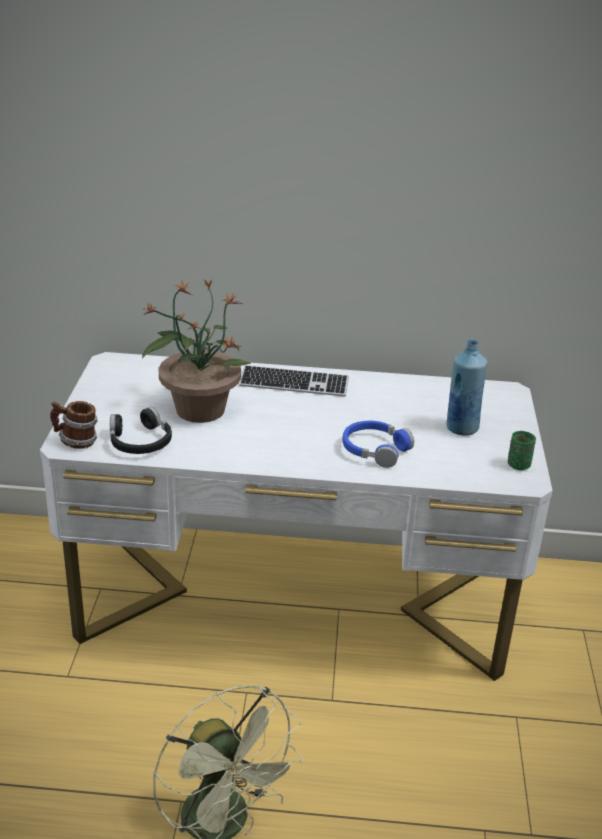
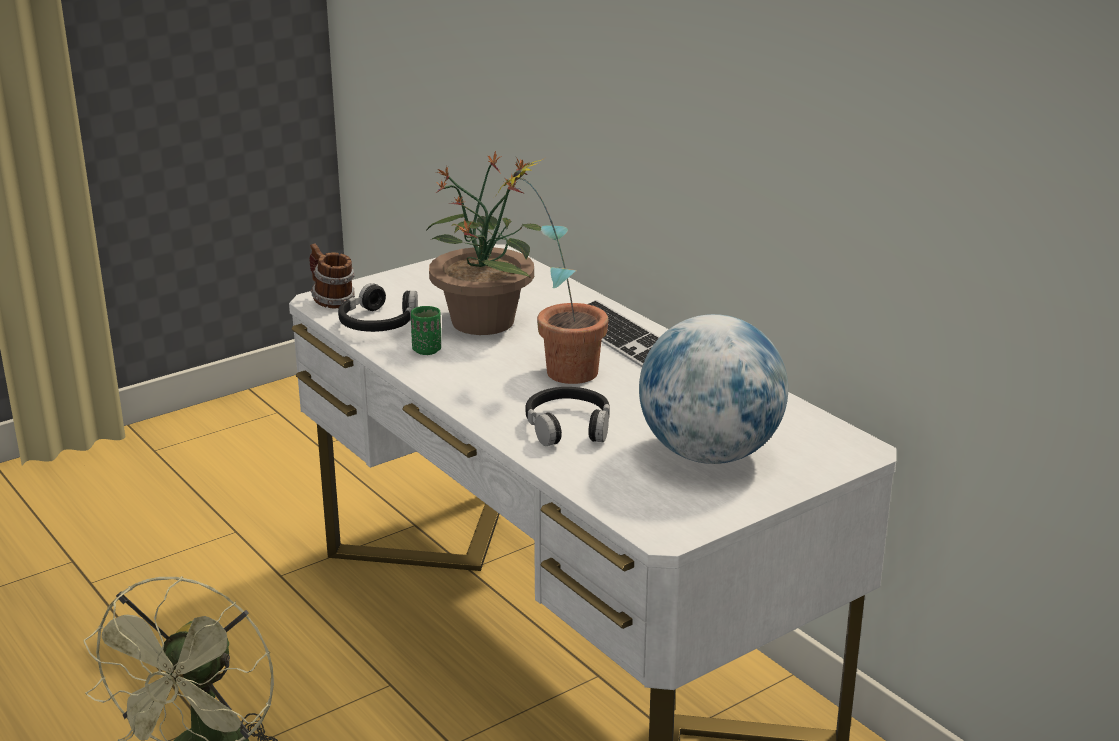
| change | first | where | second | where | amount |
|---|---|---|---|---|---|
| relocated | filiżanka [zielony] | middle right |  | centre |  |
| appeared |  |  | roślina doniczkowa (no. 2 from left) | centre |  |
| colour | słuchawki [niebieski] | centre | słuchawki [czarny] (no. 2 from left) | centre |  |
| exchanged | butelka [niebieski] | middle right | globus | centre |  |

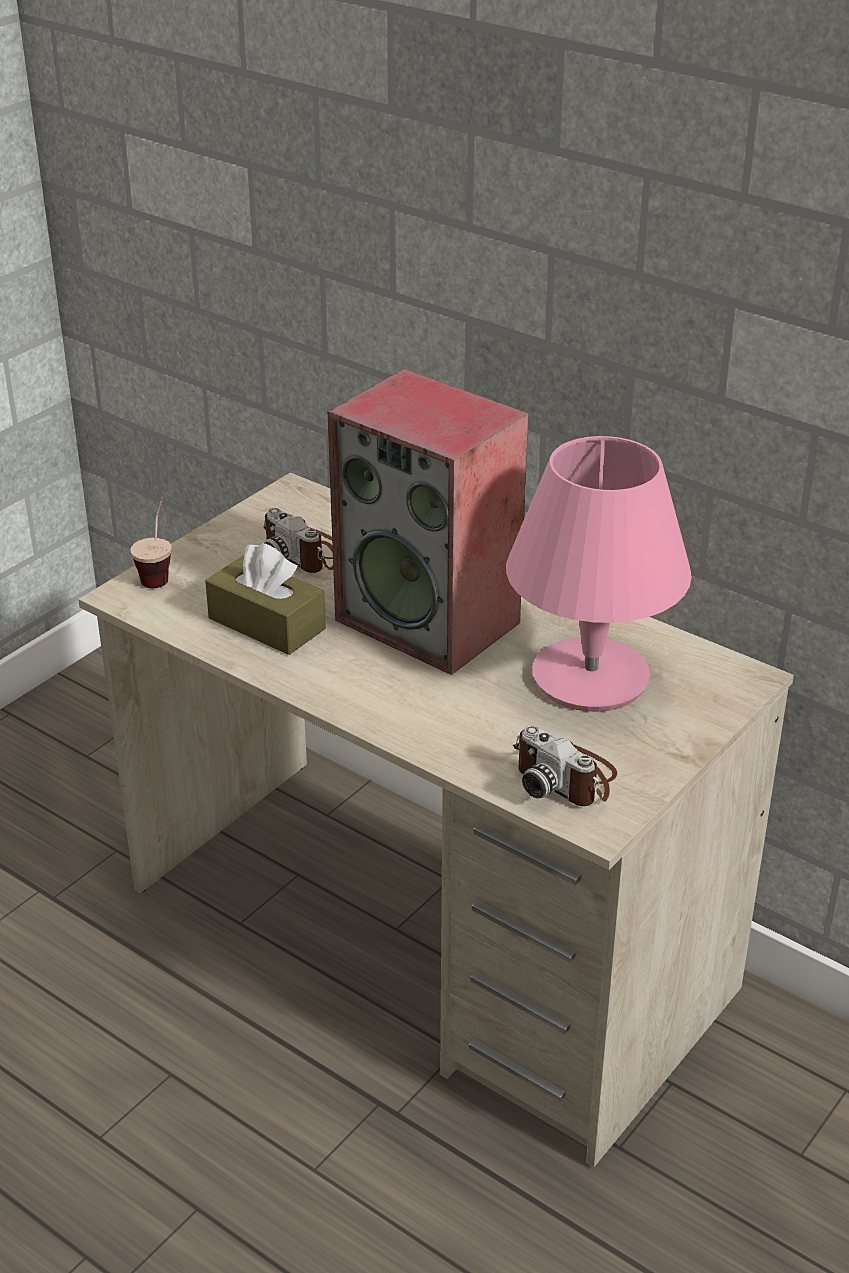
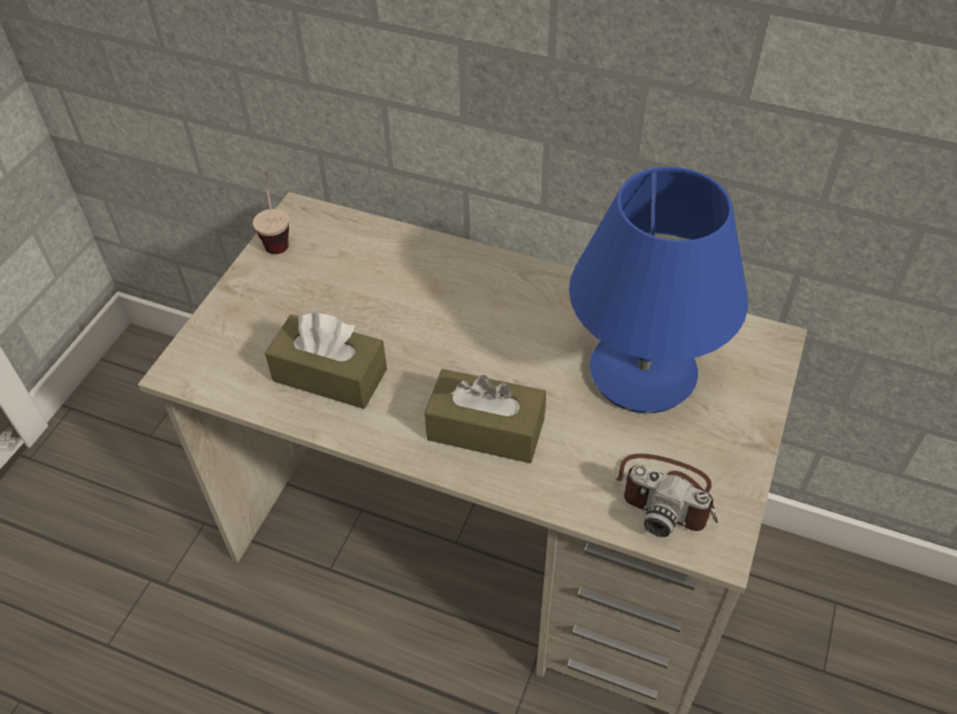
| change | first | where | second | where | amount |
|---|---|---|---|---|---|
| relocated | filiżanka | middle left |  | top left |  |
| appeared |  |  | pudełko chusteczek [brązowy] (no. 2 from left) | centre |  |
| colour | lampa stołowa [różowy] | middle right | lampa stołowa [niebieski] | middle right |  |
| missing | aparat fotograficzny (no. 1 from left) | centre |  |  |  |
| missing | głośnik | centre |  |  |  |

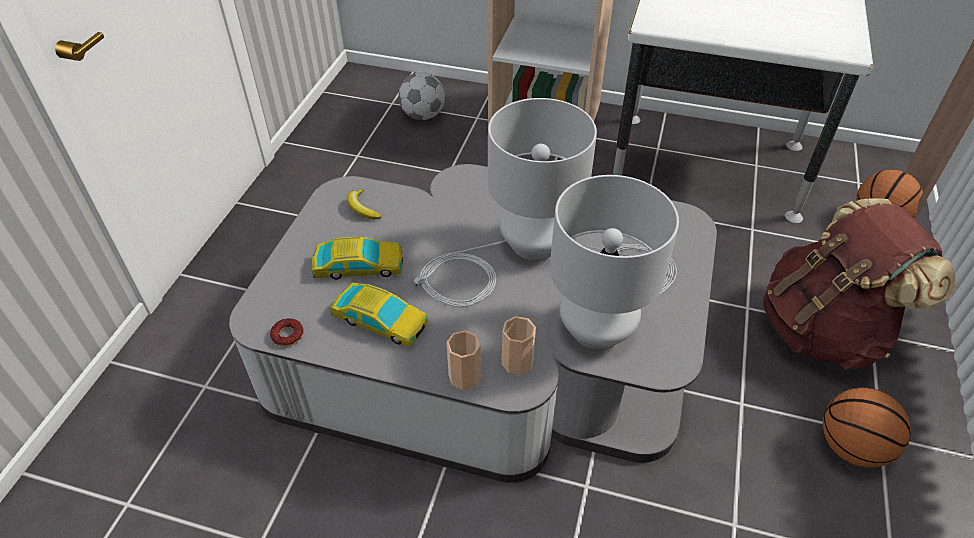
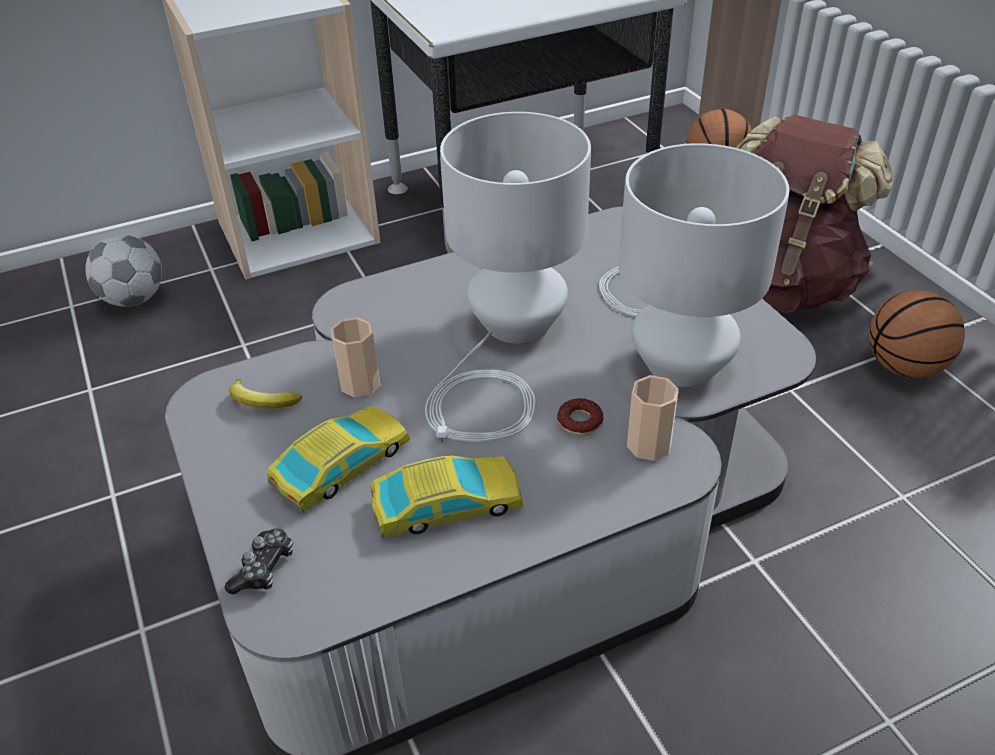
| change | first | where | second | where | amount |
|---|---|---|---|---|---|
| appeared |  |  | pad do gier | bottom left |  |
| relocated | filiżanka (no. 1 from left) | bottom centre |  | centre |  |
| relocated | donut | middle left |  | centre |  |

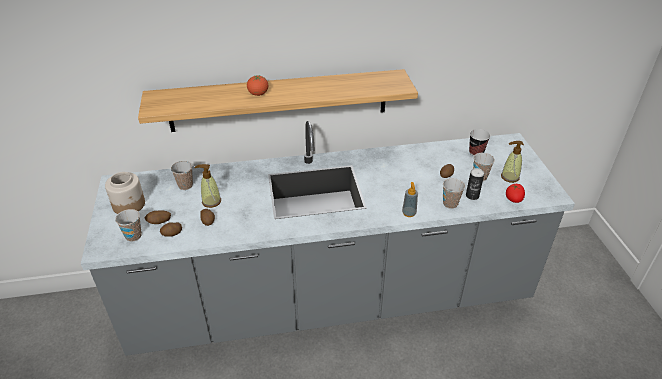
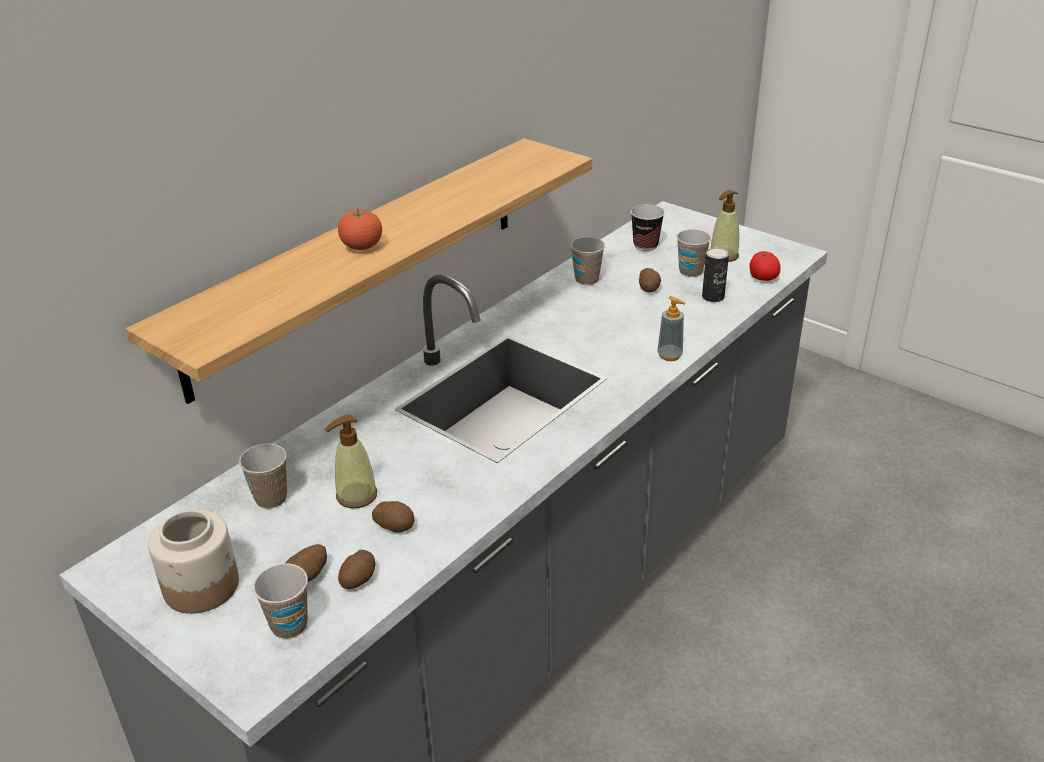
| change | first | where | second | where | amount |
|---|---|---|---|---|---|
| relocated | filiżanka (no. 3 from left) | middle right |  | centre |  |

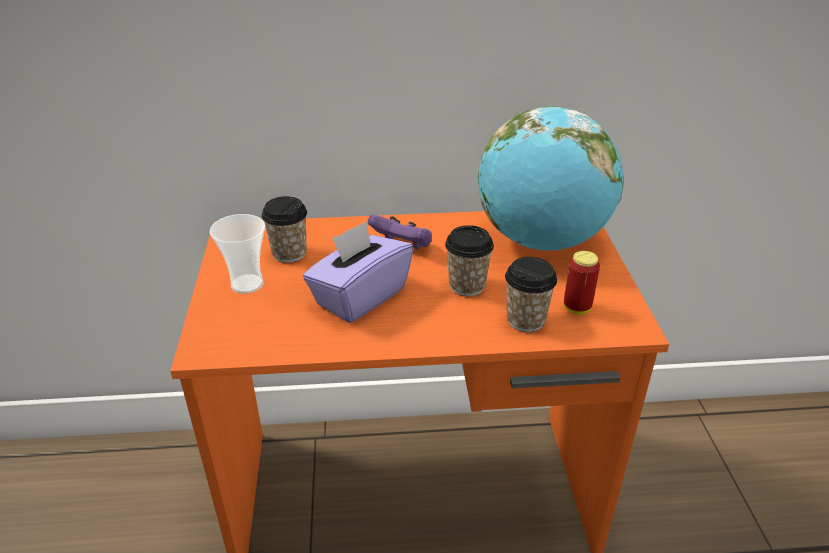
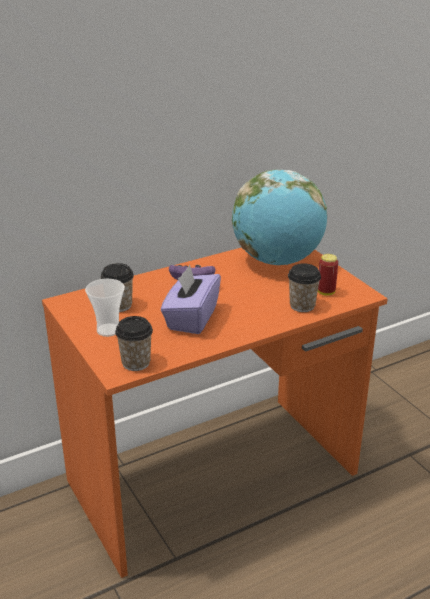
| change | first | where | second | where | amount |
|---|---|---|---|---|---|
| relocated | filiżanka (no. 3 from left) | centre |  | middle left |  |

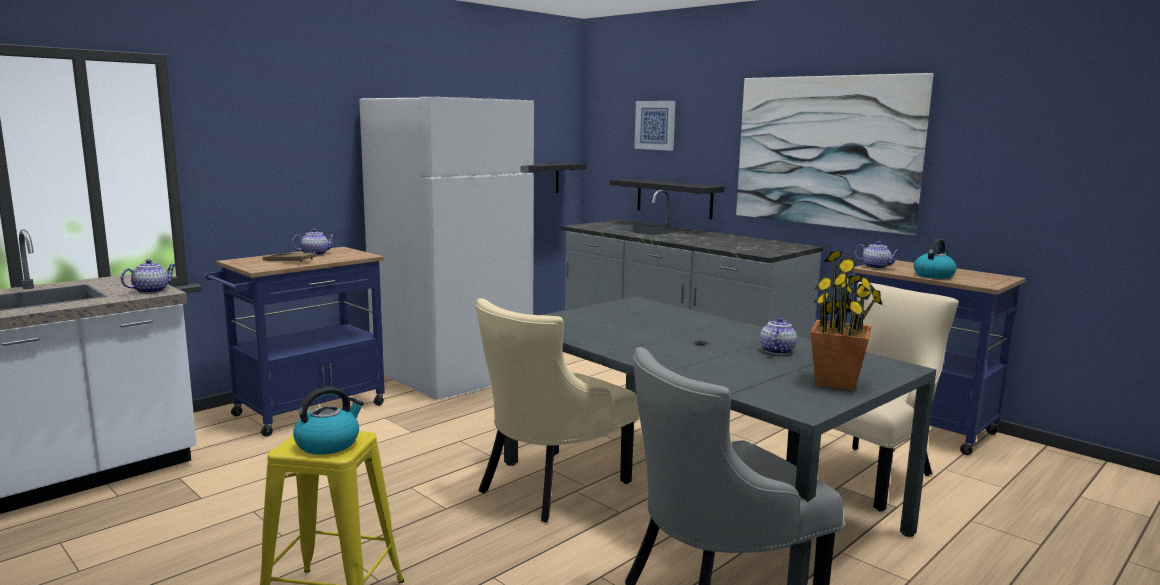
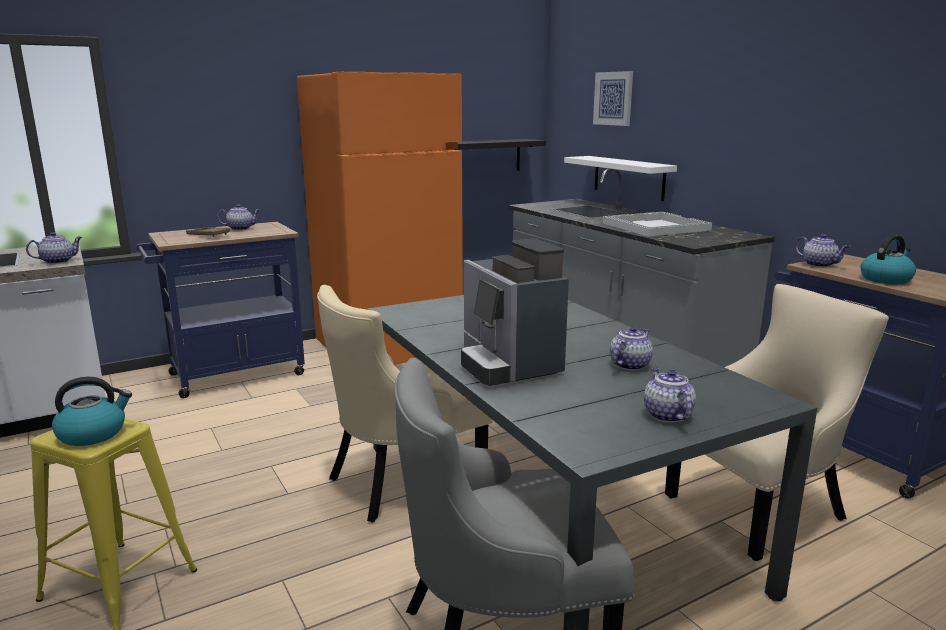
| change | first | where | second | where | amount |
|---|---|---|---|---|---|
| colour | lodówka [biały] | centre | lodówka [pomarańczowy] | centre |  |
| appeared |  |  | ekspres do kawy | centre |  |
| colour | półka [czarny] (no. 2 from left) | centre | półka [biały] | top centre |  |
| appeared |  |  | taca [biały] | middle right |  |
| exchanged | roślina doniczkowa | middle right | imbryk (no. 4 from left) | middle right |  |
| missing | obraz (no. 2 from left) | top right |  |  |  |

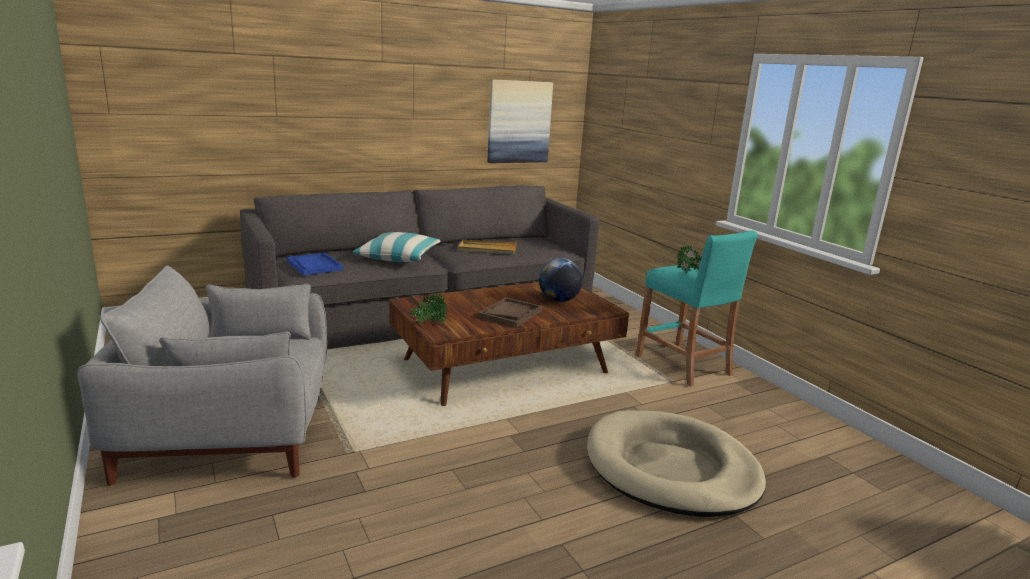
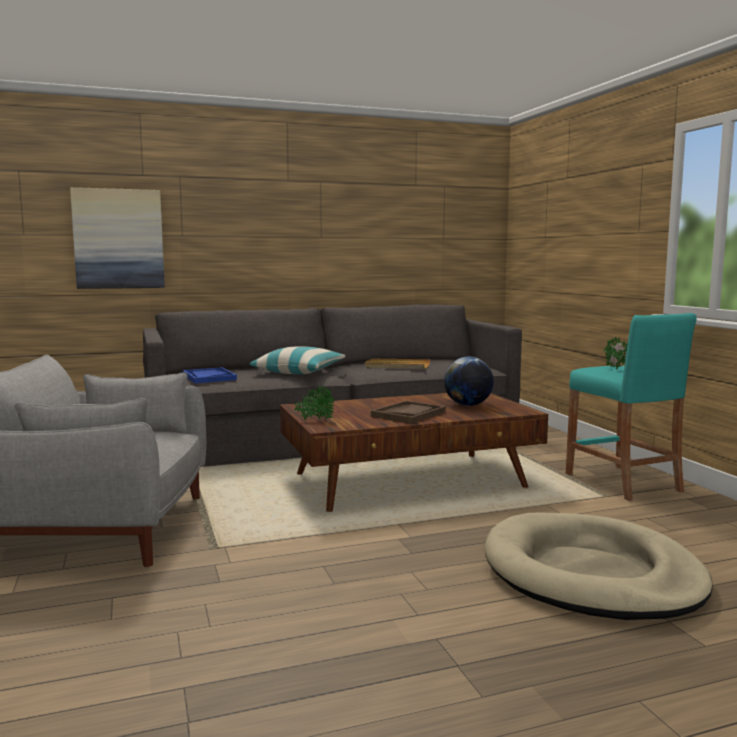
| change | first | where | second | where | amount |
|---|---|---|---|---|---|
| relocated | obraz | top centre |  | top left |  |

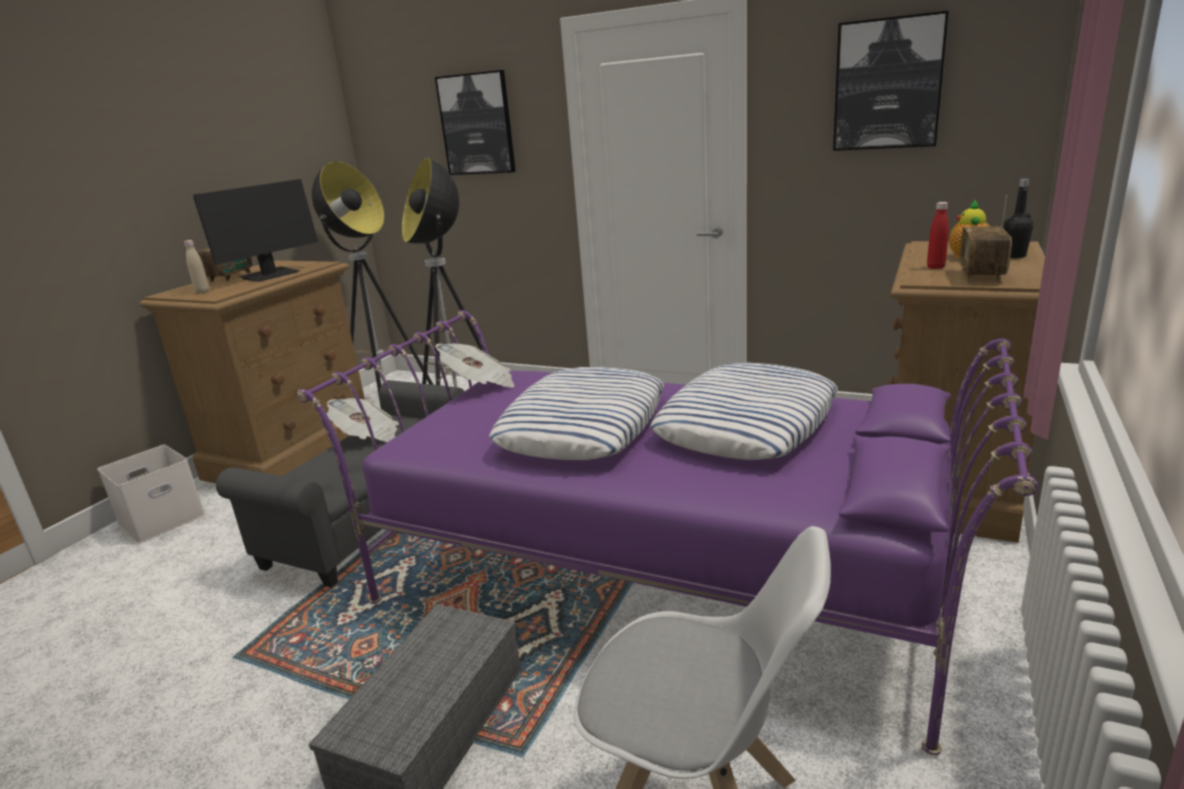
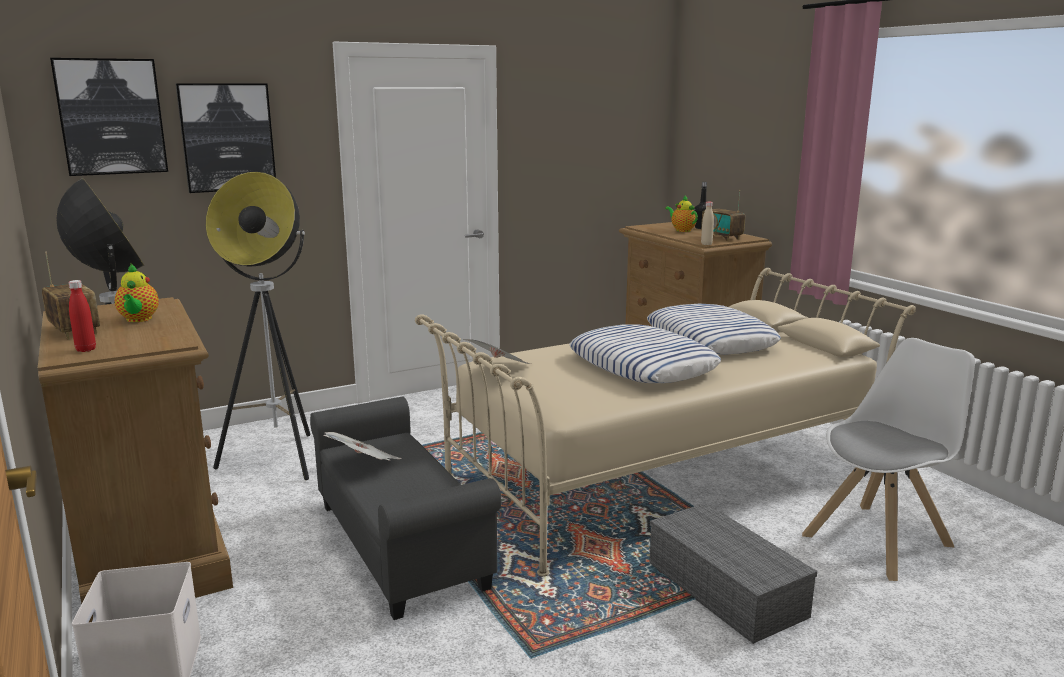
| change | first | where | second | where | amount |
|---|---|---|---|---|---|
| relocated | obraz (no. 2 from left in the first image) | top right | obraz (no. 1 from left) | top left |  |
| relocated | butelka [czerwony] | top right |  | middle left |  |
| exchanged | monitor | top left | imbryk (no. 1 from left) | middle left |  |
| colour | łóżko [fioletowy] | bottom centre | łóżko [beżowy] | centre |  |
| relocated | butelka [beżowy] | middle left |  | top centre |  |

